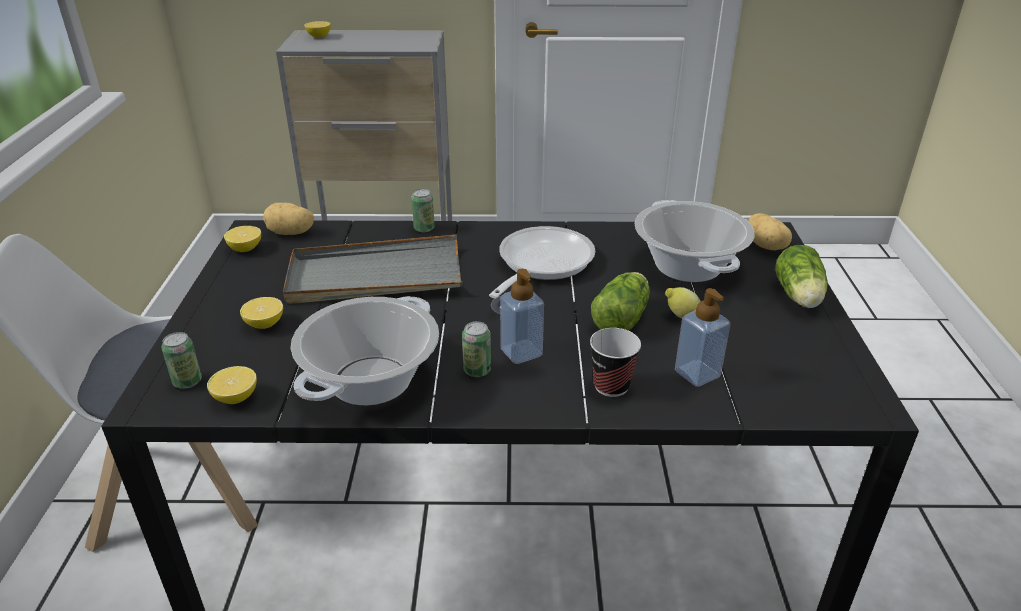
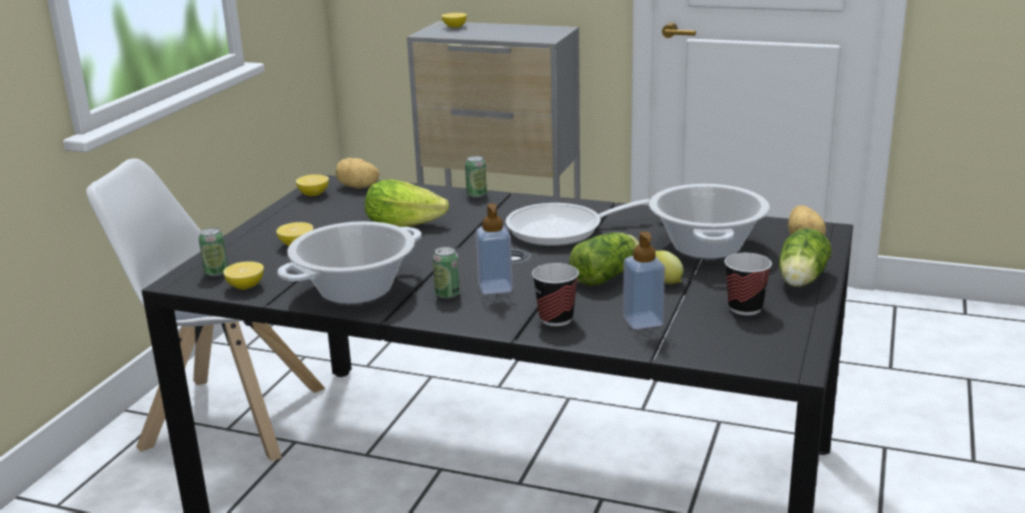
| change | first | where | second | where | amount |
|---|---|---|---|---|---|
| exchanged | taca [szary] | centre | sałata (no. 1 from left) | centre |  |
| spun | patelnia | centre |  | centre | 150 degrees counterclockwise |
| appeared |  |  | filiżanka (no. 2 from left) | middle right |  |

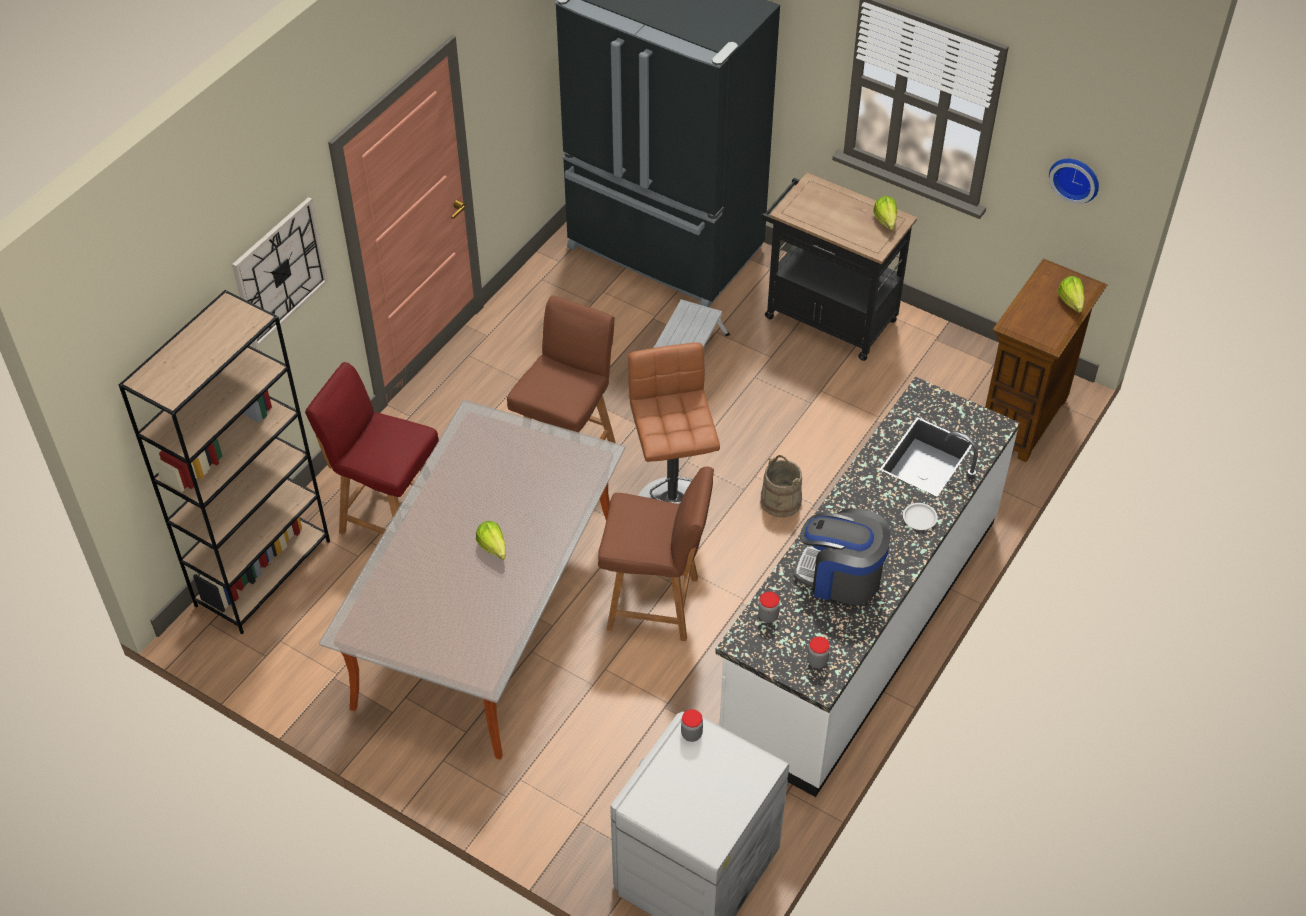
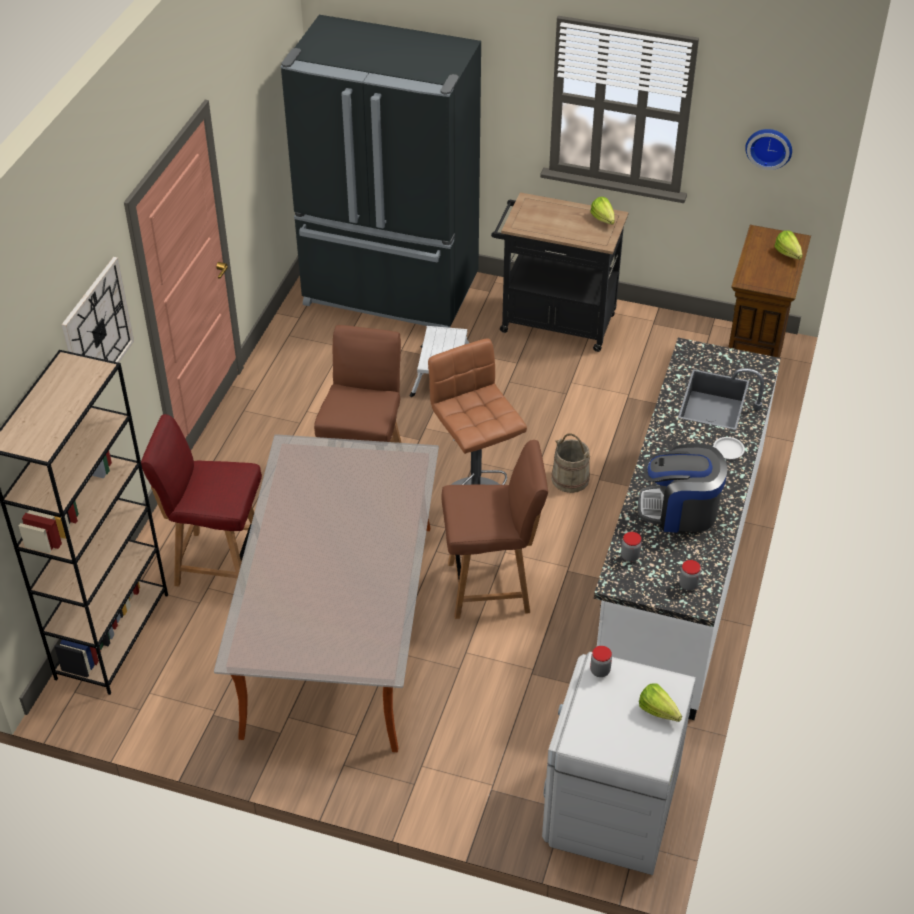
| change | first | where | second | where | amount |
|---|---|---|---|---|---|
| relocated | sałata (no. 1 from left in the first image) | centre | sałata (no. 2 from left) | bottom right |  |

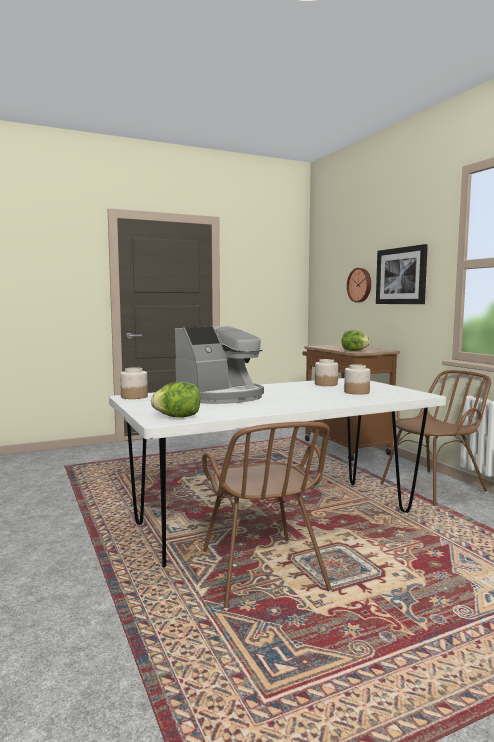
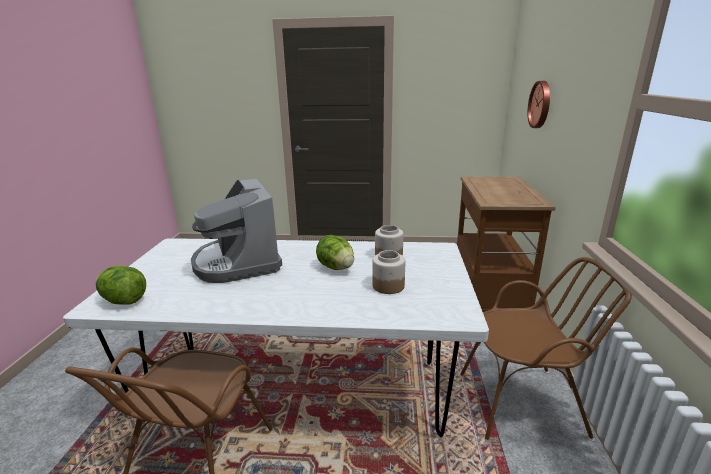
| change | first | where | second | where | amount |
|---|---|---|---|---|---|
| spun | ekspres do kawy | centre |  | middle left | 75 degrees clockwise |
| relocated | sałata (no. 2 from left) | middle right |  | centre |  |
| missing | słoik (no. 1 from left) | middle left |  |  |  |
| missing | obraz | middle right |  |  |  |

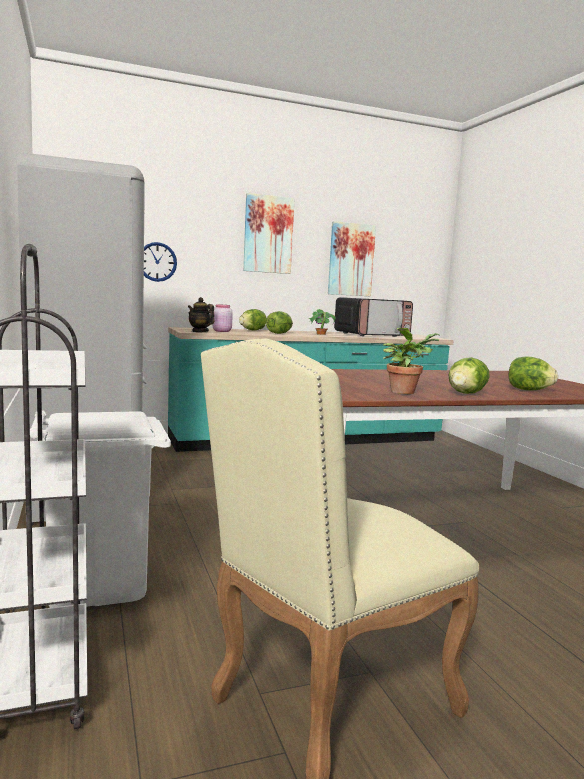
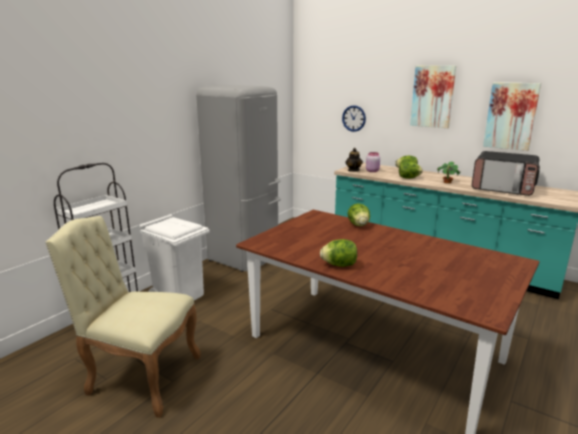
| change | first | where | second | where | amount |
|---|---|---|---|---|---|
| relocated | sałata (no. 4 from left in the first image) | middle right | sałata (no. 2 from left) | centre |  |
| missing | roślina doniczkowa (no. 2 from left) | middle right |  |  |  |

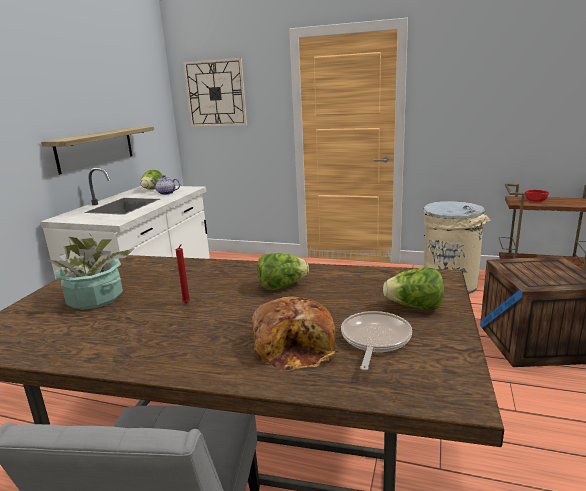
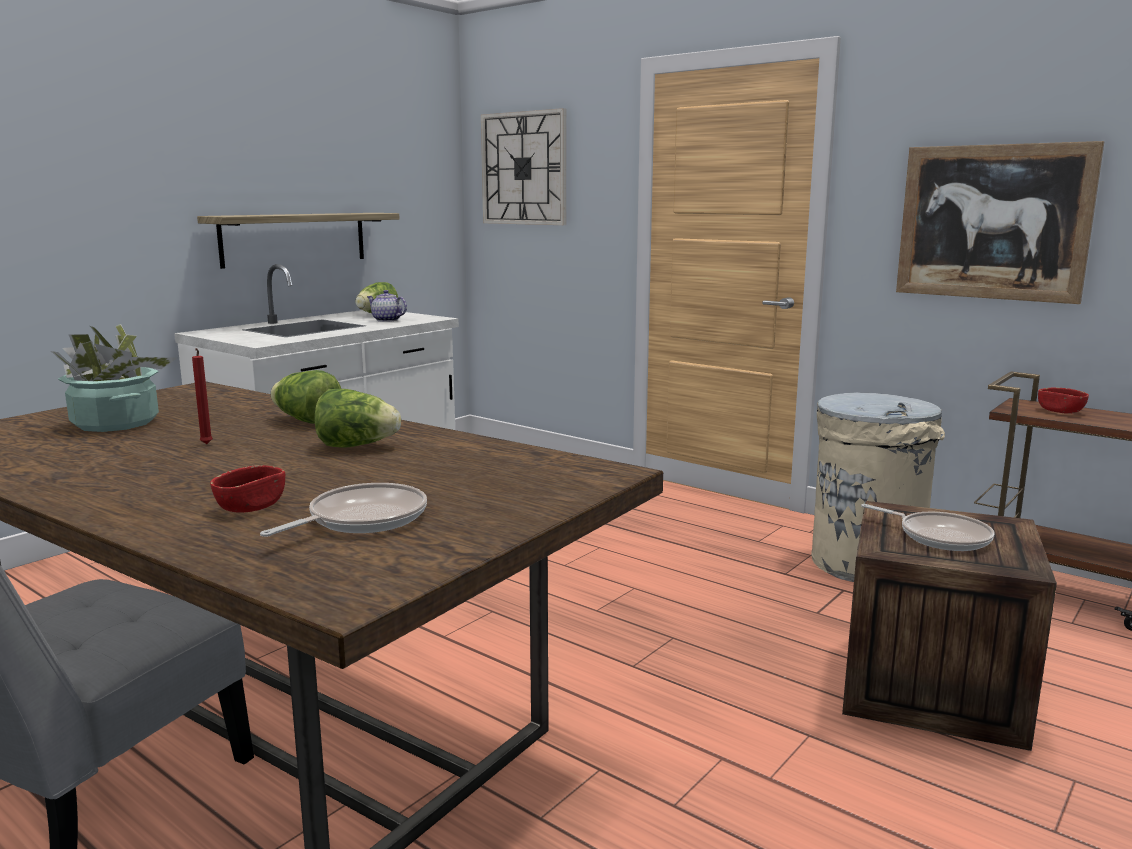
| change | first | where | second | where | amount |
|---|---|---|---|---|---|
| exchanged | chleb | bottom centre | miska [czerwony] (no. 1 from left) | middle left |  |
| relocated | sałata (no. 3 from left in the first image) | middle right | sałata (no. 1 from left) | middle left |  |
| appeared |  |  | patelnia (no. 2 from left) | middle right |  |
| appeared |  |  | obraz | top right |  |

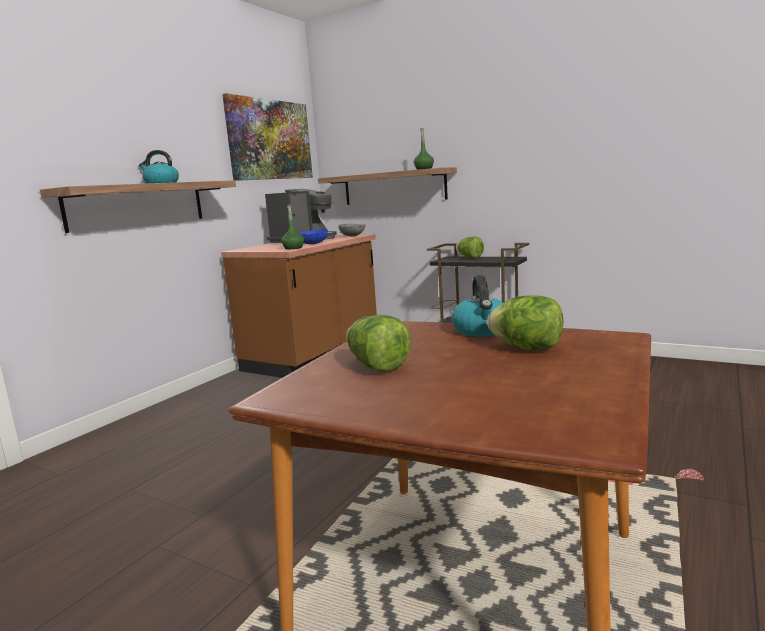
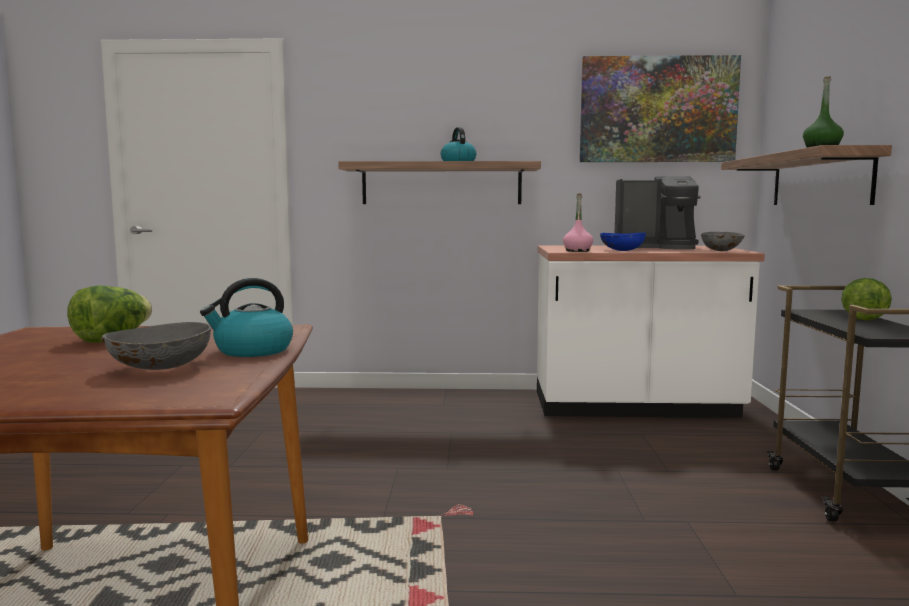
| change | first | where | second | where | amount |
|---|---|---|---|---|---|
| exchanged | sałata (no. 3 from left) | middle right | miska [szary] (no. 1 from left) | middle left |  |
| colour | zabudowa kuchenna [brązowy] | centre | zabudowa kuchenna [biały] | middle right |  |
| colour | butelka [zielony] (no. 1 from left) | centre | butelka [różowy] | centre |  |

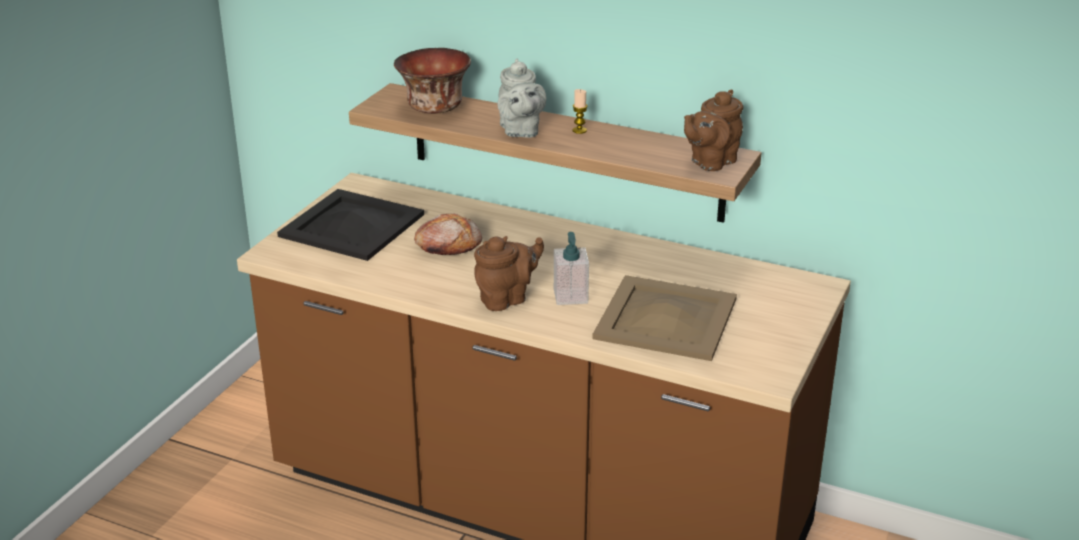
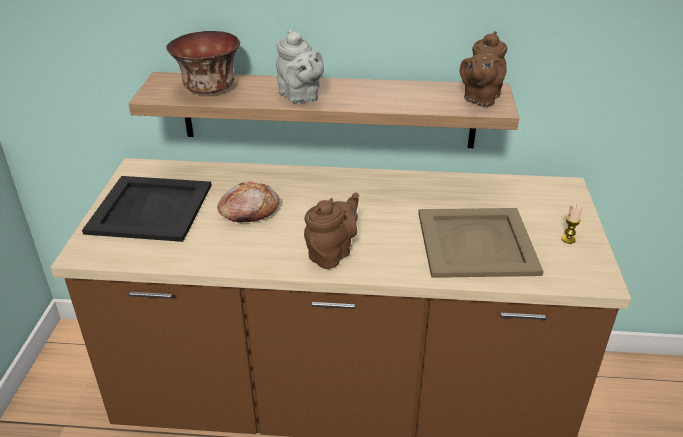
| change | first | where | second | where | amount |
|---|---|---|---|---|---|
| relocated | świeca | top centre |  | middle right |  |
| missing | dozownik mydła | centre |  |  |  |

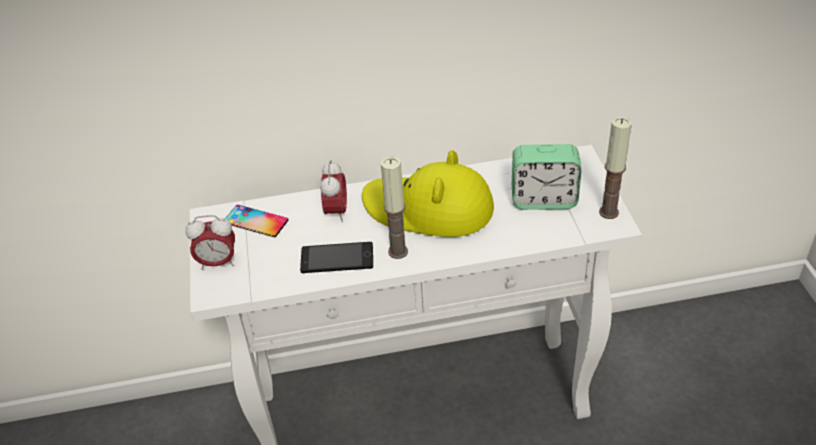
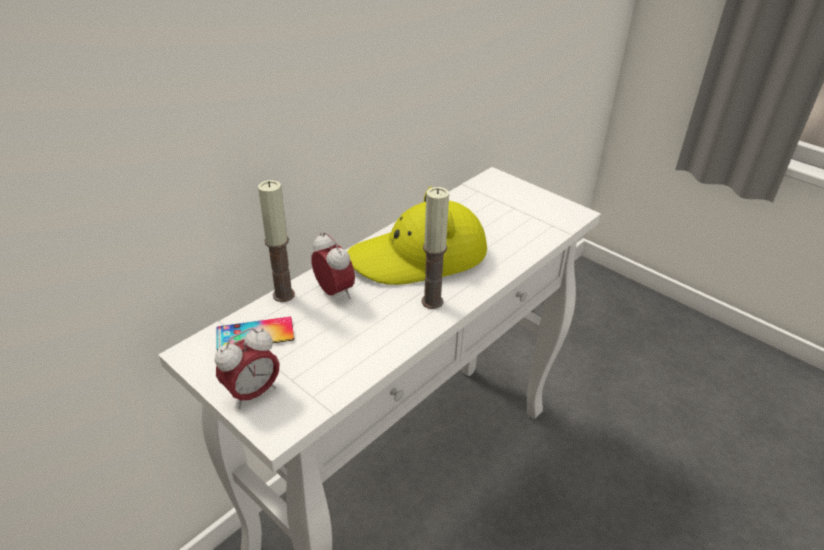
| change | first | where | second | where | amount |
|---|---|---|---|---|---|
| relocated | świeca (no. 2 from left in the first image) | middle right | świeca (no. 1 from left) | centre |  |
| missing | telefon (no. 2 from left) | centre |  |  |  |
| missing | budzik (no. 3 from left) | middle right |  |  |  |

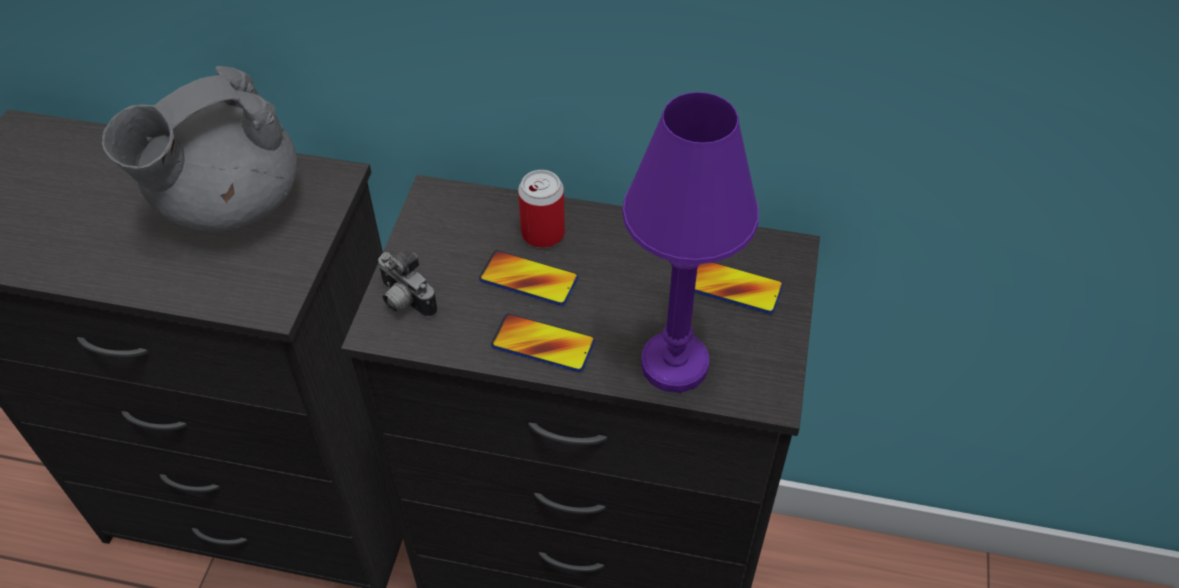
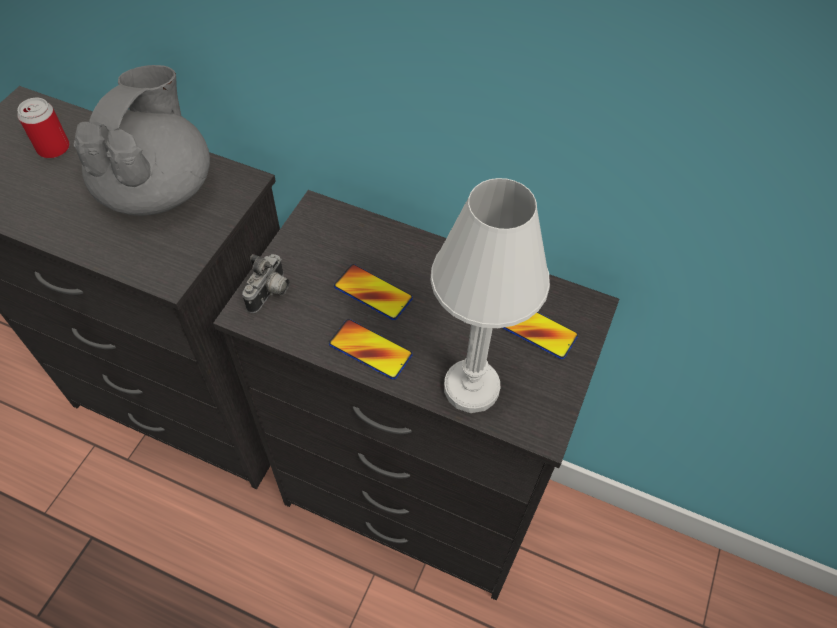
| change | first | where | second | where | amount |
|---|---|---|---|---|---|
| relocated | puszka | centre |  | top left |  |
| spun | imbryk [szary] | top left |  | top left | 135 degrees clockwise |
| spun | aparat fotograficzny | centre |  | middle left | 120 degrees counterclockwise |
| colour | lampa stołowa [fioletowy] | centre | lampa stołowa [biały] | centre |  |

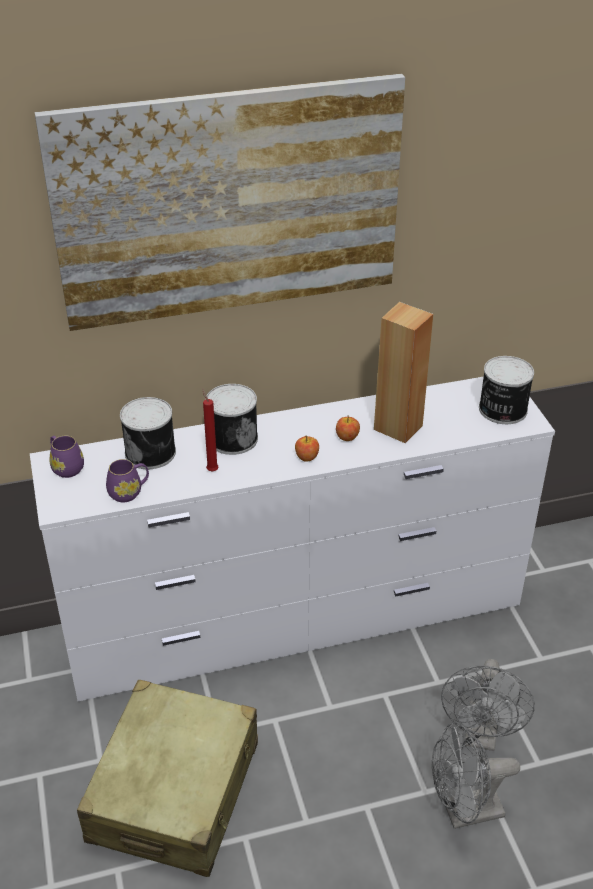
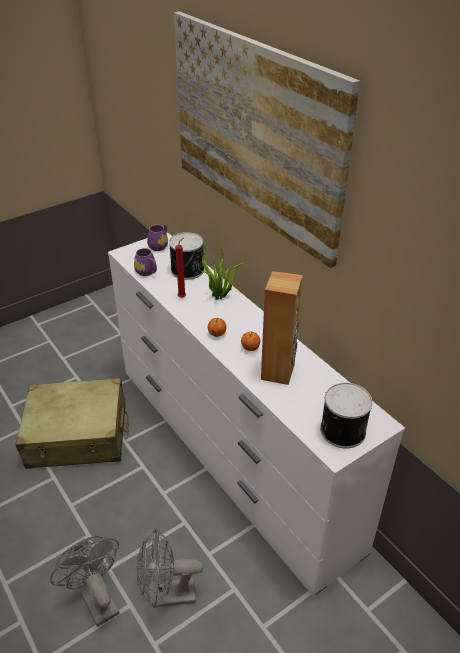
| change | first | where | second | where | amount |
|---|---|---|---|---|---|
| exchanged | puszka (no. 2 from left) | centre | roślina doniczkowa | centre |  |

